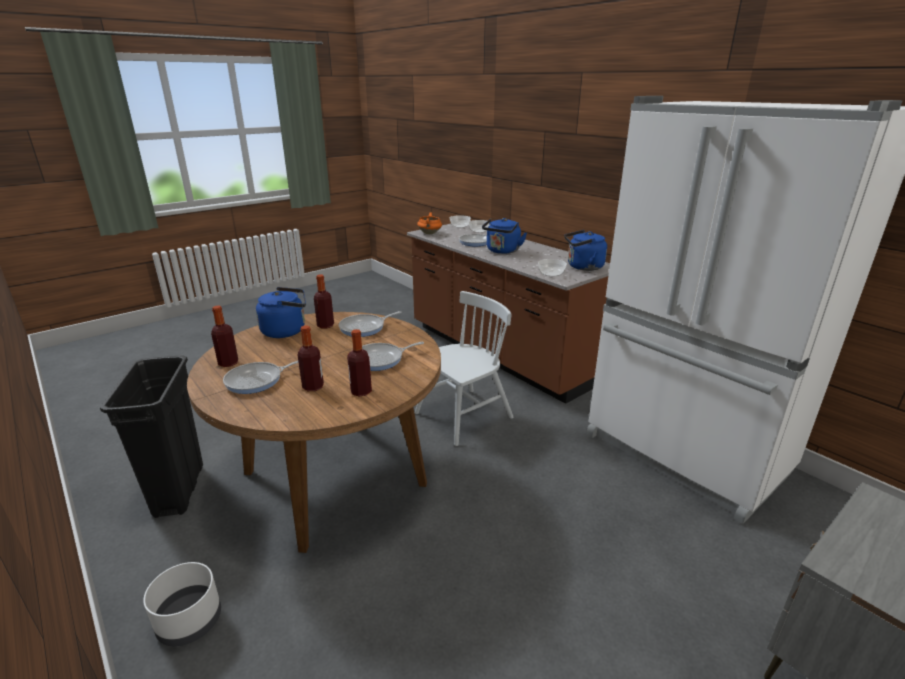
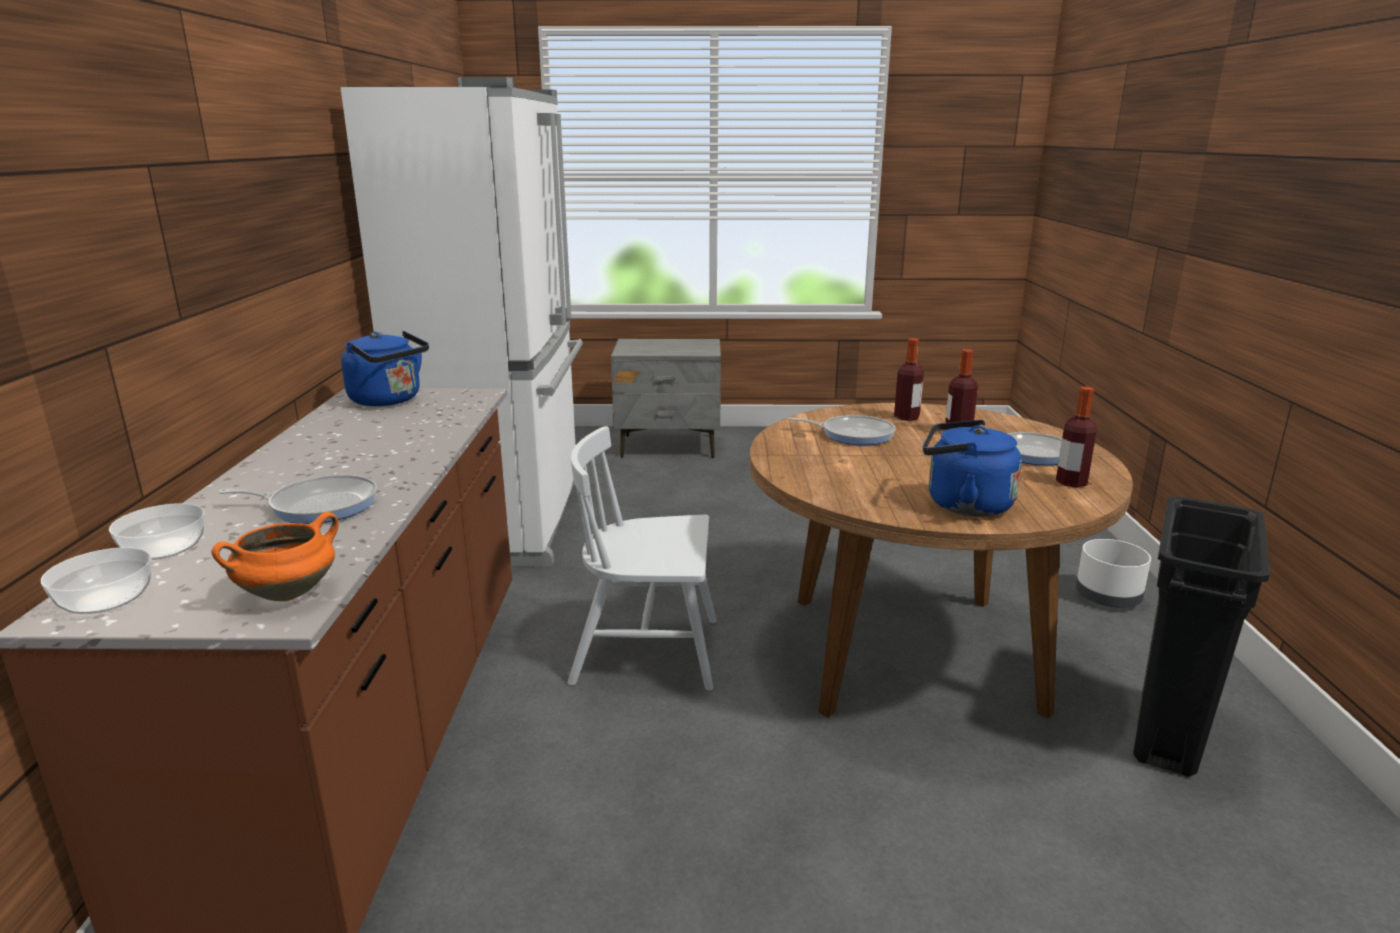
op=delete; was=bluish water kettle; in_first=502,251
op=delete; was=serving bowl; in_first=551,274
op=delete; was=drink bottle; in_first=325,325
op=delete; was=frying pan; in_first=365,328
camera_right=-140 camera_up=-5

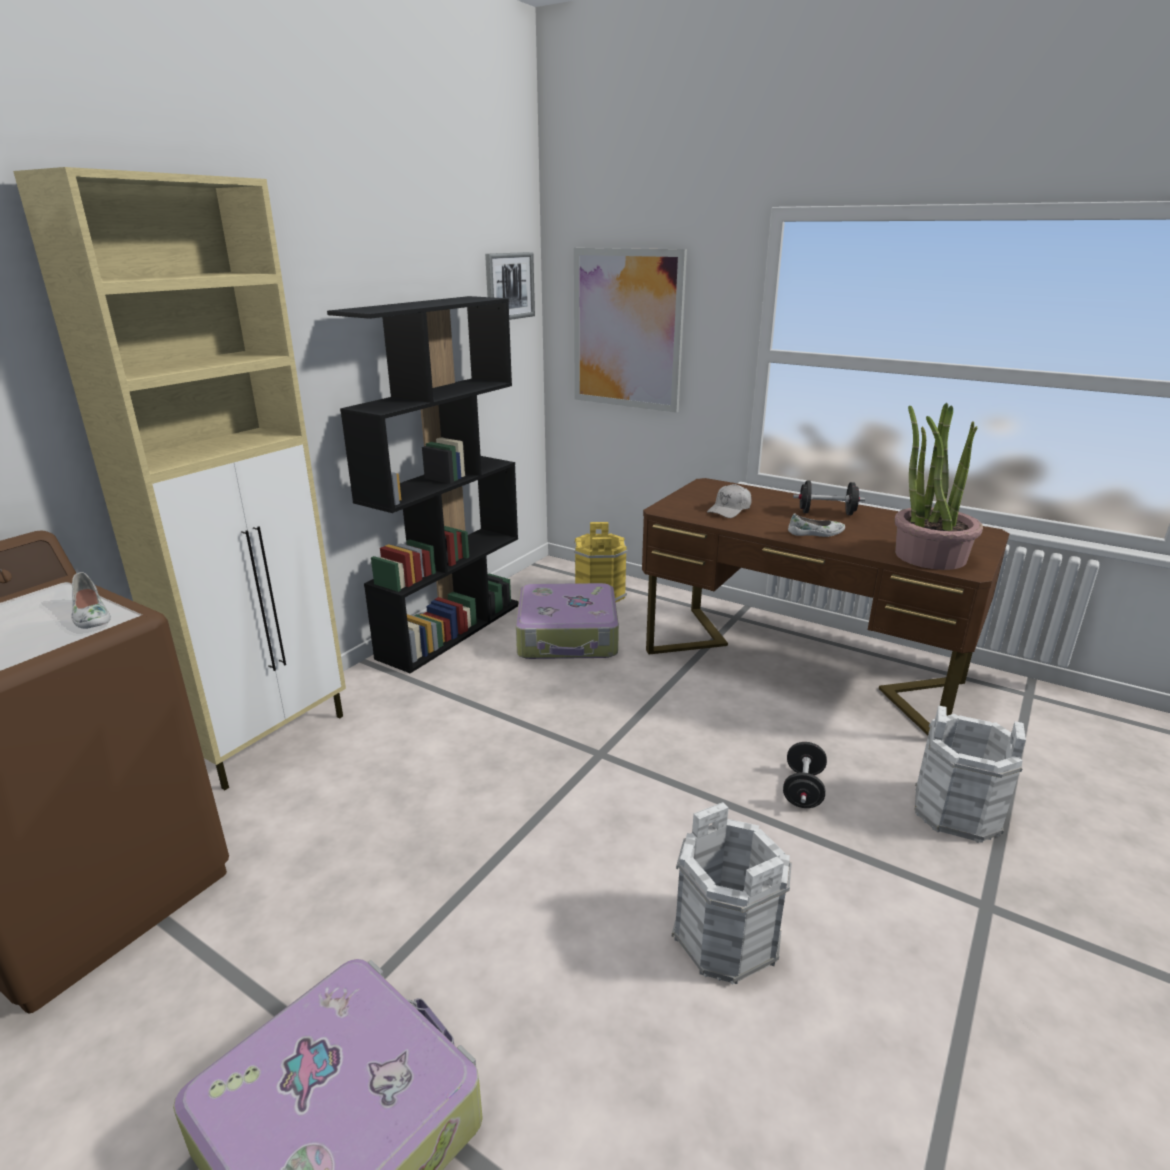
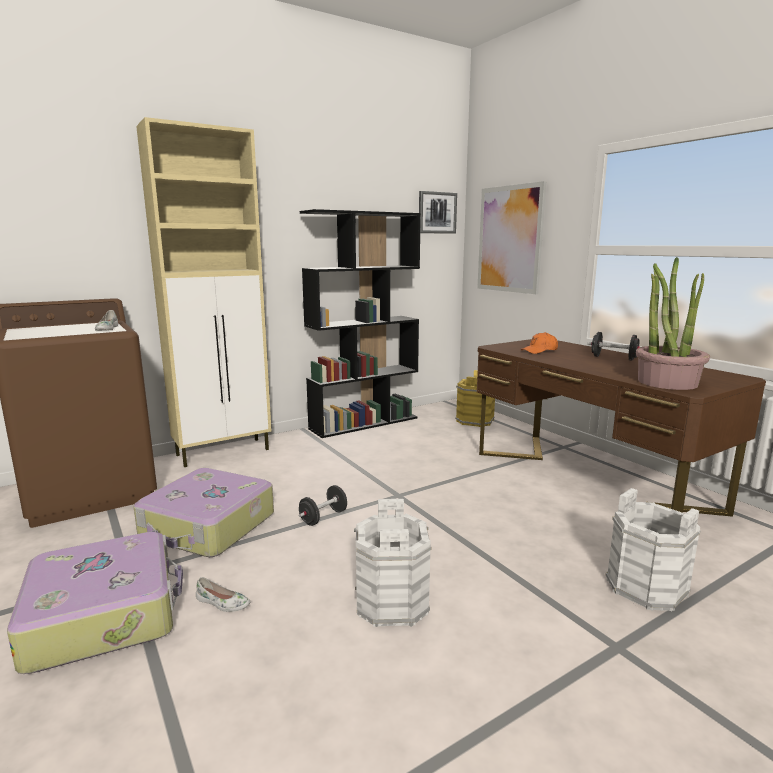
op=recolor; was=white-coloured baseball cap; now=orange baseball cap; in_first=729,510; in_second=539,351
op=move; was=white-coloured item of footwear; in_first=816,533; in_second=222,603
op=move; was=piece of luggage; in_first=568,636; in_second=208,526
op=move; was=black dumbbell; in_first=803,789; in_second=323,517
camera_right=25 camera_up=-10

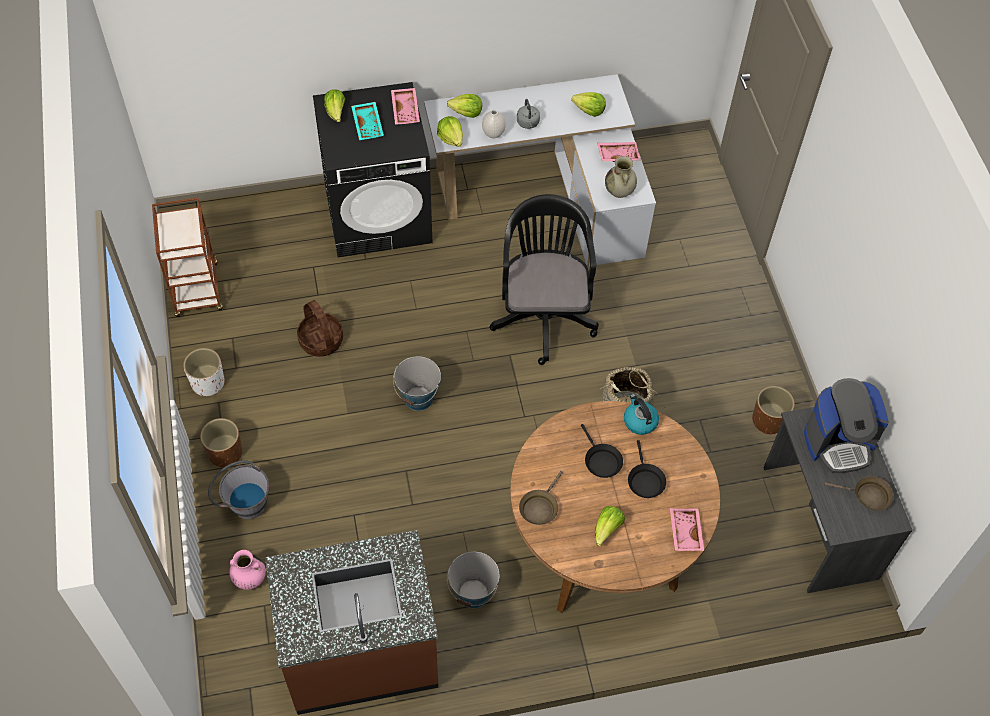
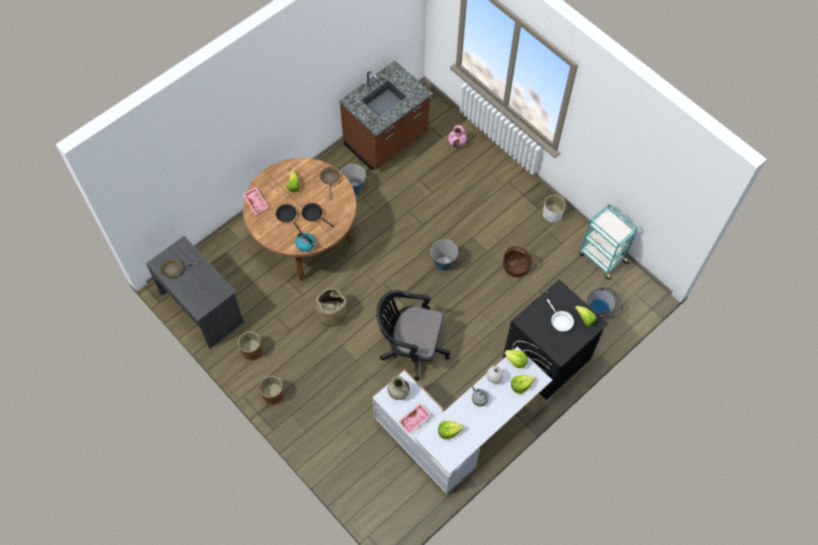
op=delete; was=pink tray; in_first=406,110
op=replace; was=turquoise tray; now=white-coloured frying pan; in_first=368,125; in_second=560,321
op=rotate; was=black desk chair; in_first=543,314; in_second=410,347; clockwise=135
op=recolor; was=brownish wheeled cart; now=turquoise wheeled cart; in_first=197,291; in_second=601,257
op=delete; was=coffee machine; in_first=838,442
op=move; was=brownish plant pot; in_first=225,453; in_second=273,395
op=move; was=grey bucket; in_first=243,502; in_second=602,311
camera_right=150 camera_up=5

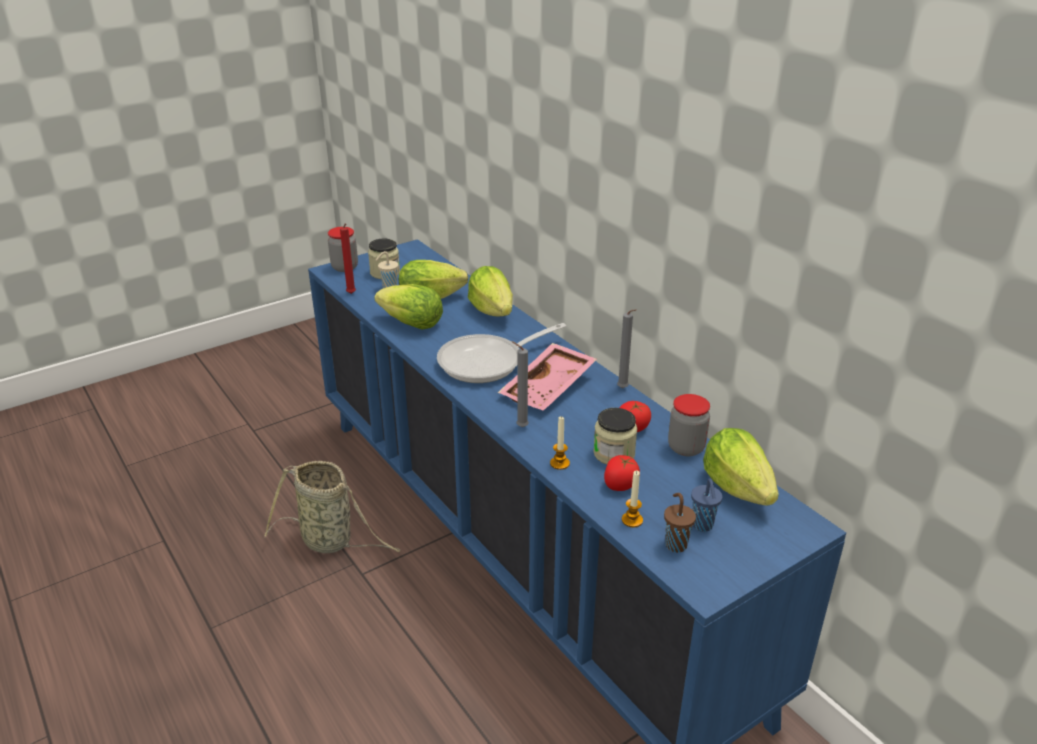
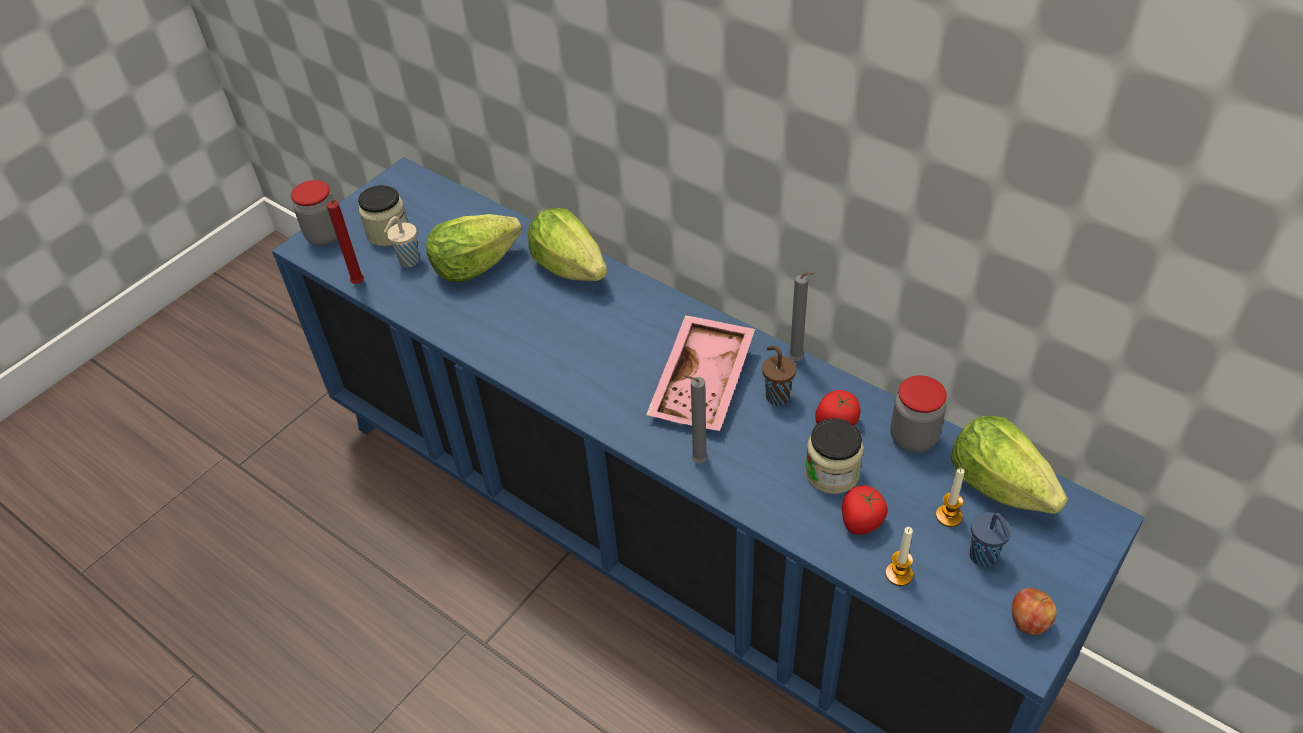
op=delete; was=lettuce; in_first=412,324
op=delete; was=frying pan; in_first=488,362
op=move; was=wax light; in_first=559,463; in_second=948,516
op=delete; was=household basket; in_first=331,541
op=move; was=brownish small cup; in_first=675,544; in_second=776,396
op=insert; now=apple; in_second=1028,622
camera_right=-15 camera_up=15

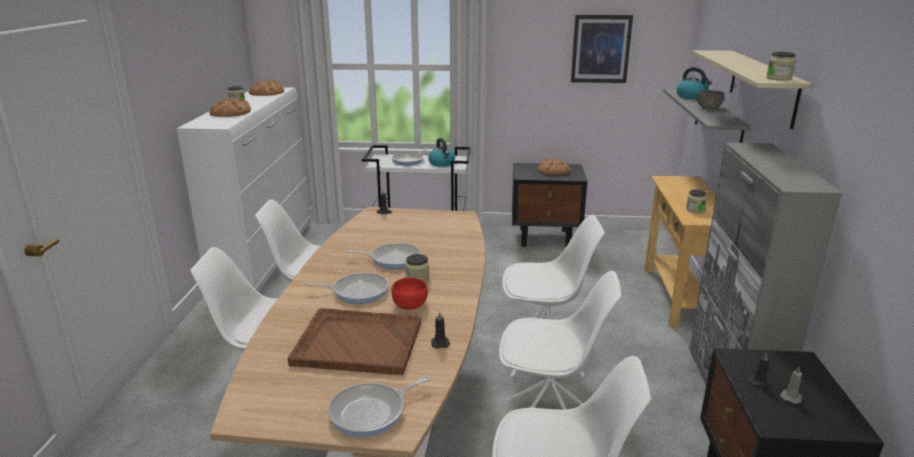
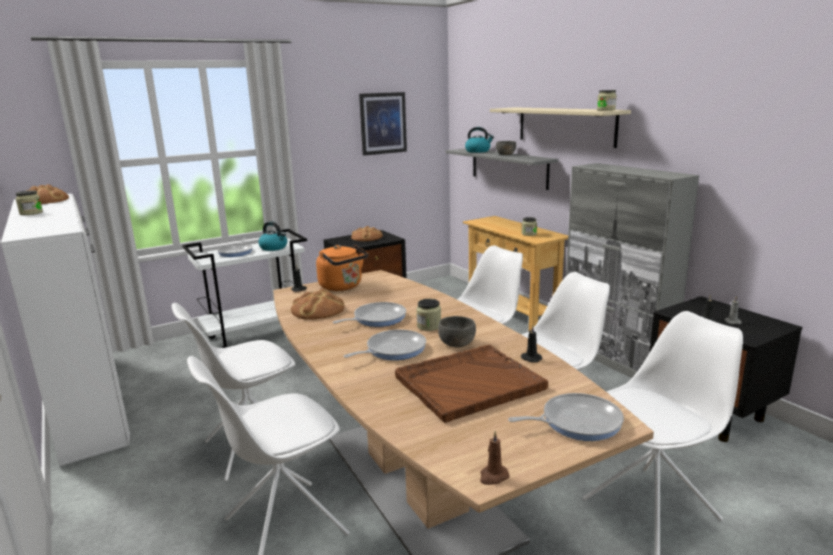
op=move; was=bread; in_first=230,112; in_second=318,309
op=recolor; was=red-coloured serving bowl; now=grey serving bowl; in_first=410,305; in_second=456,343
op=rotate; was=frying pan; in_first=371,412; in_second=576,422; clockwise=-120
op=insert; now=orange water kettle; in_second=343,286
op=insert; now=brownish wax light; in_second=493,476
camera_right=-35 camera_up=-5

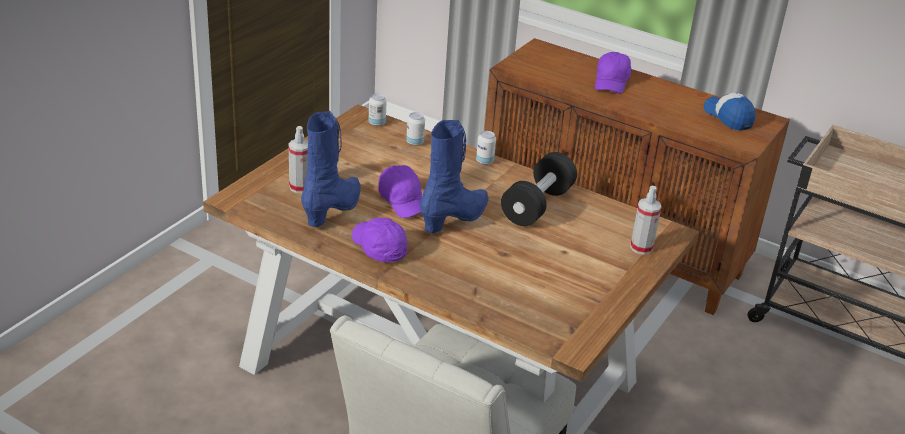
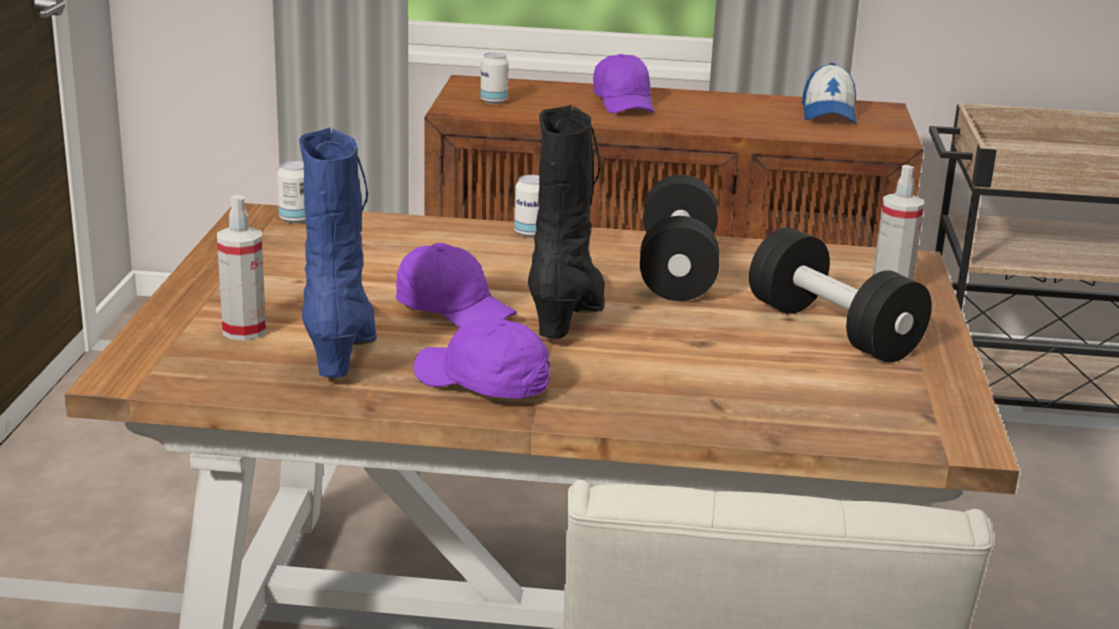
op=rotate; was=baseball cap; in_first=728,117; in_second=828,113; clockwise=-120
op=move; was=can; in_first=415,142; in_second=494,101
op=recolor; was=bluish boot; now=black boot; in_first=455,219; in_second=569,315
op=insert; now=black dumbbell; in_second=833,330
camera_right=-25 camera_up=-10

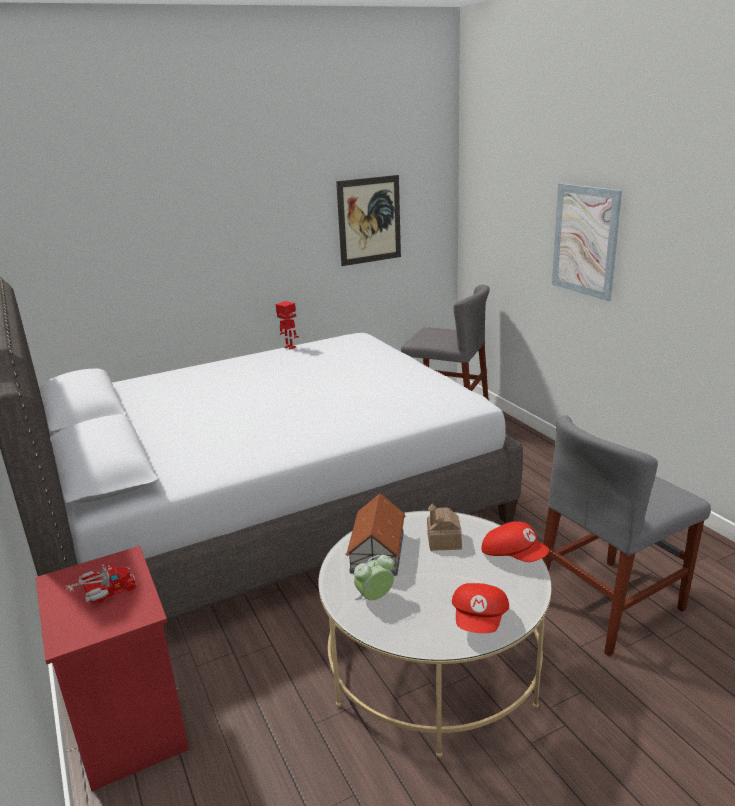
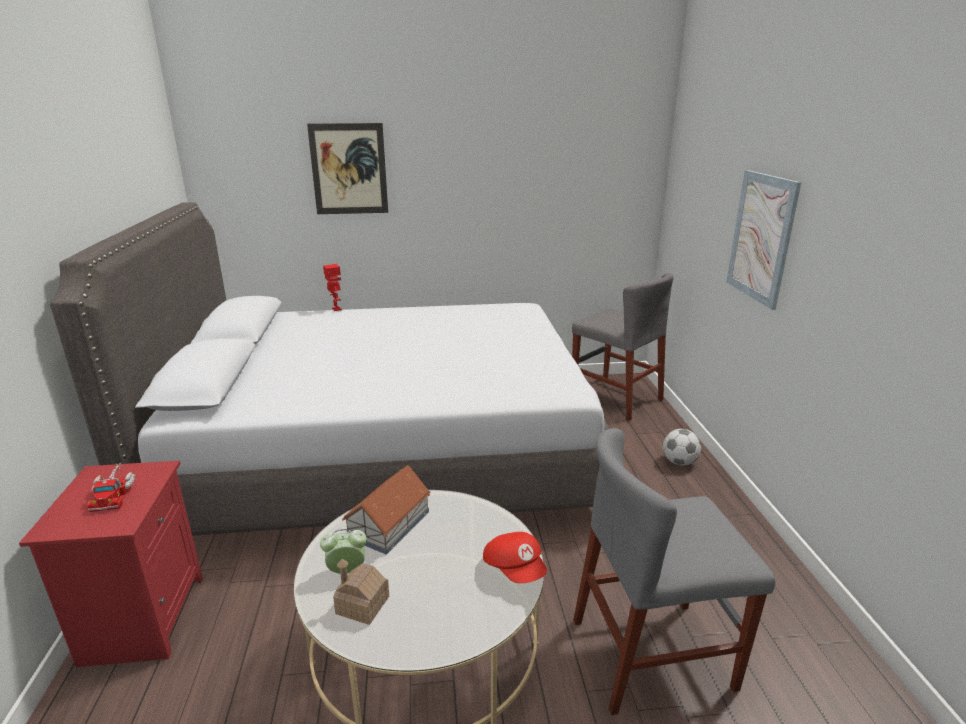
op=move; was=wall picture; in_first=369,220; in_second=349,169
op=move; was=model robot; in_first=289,347; in_second=336,309
op=move; was=model house; in_first=444,540; in_second=362,605
op=rotate; was=toy truck; in_first=103,592; in_second=113,494; clockwise=90
op=delete; was=red-coloured baseball cap; in_first=480,620
op=insert; now=football; in_second=679,462
camera_right=20 camera_up=0

